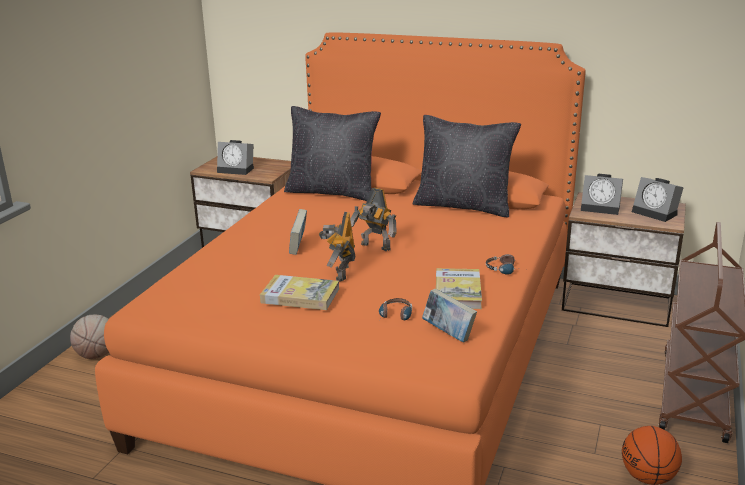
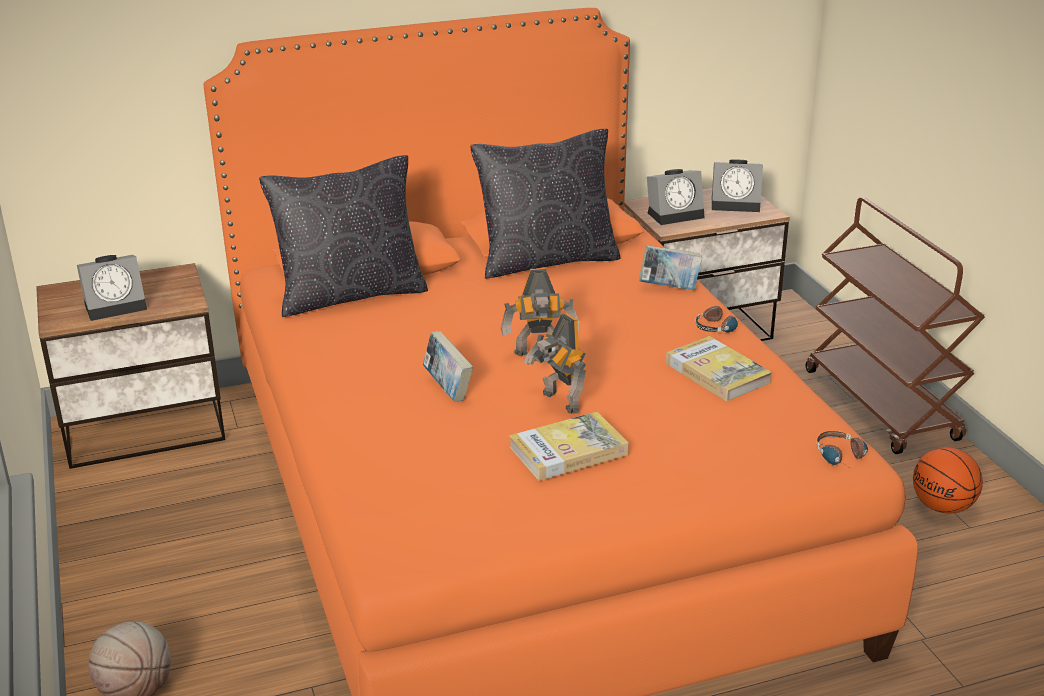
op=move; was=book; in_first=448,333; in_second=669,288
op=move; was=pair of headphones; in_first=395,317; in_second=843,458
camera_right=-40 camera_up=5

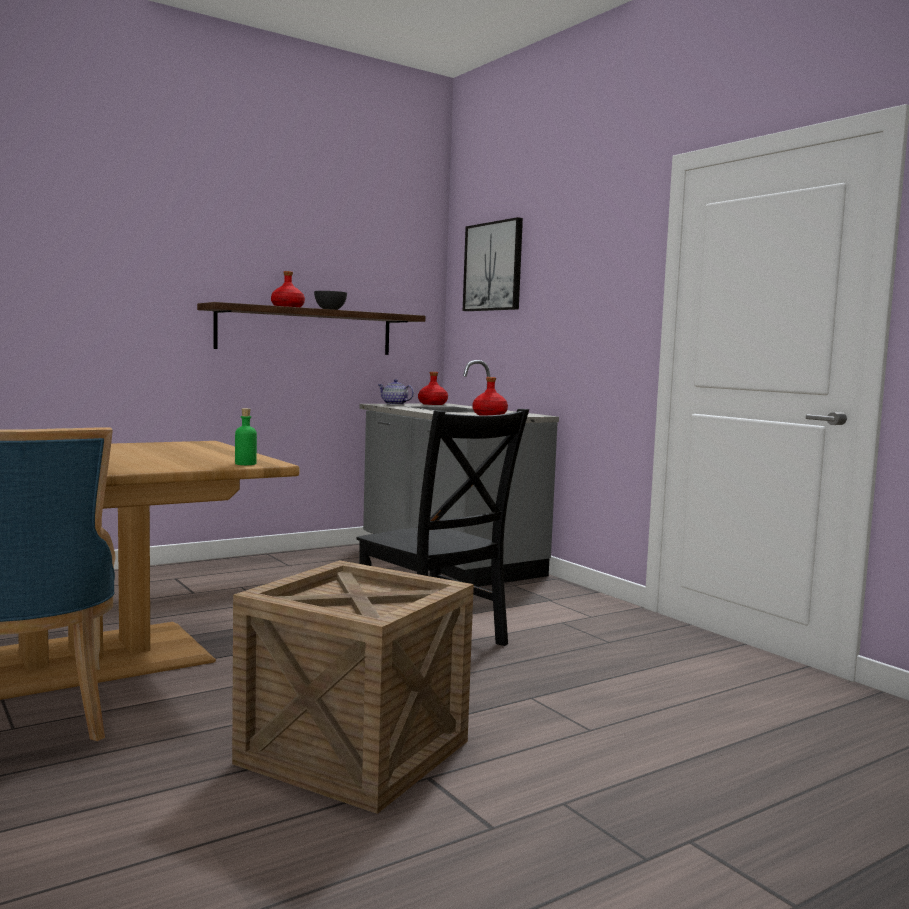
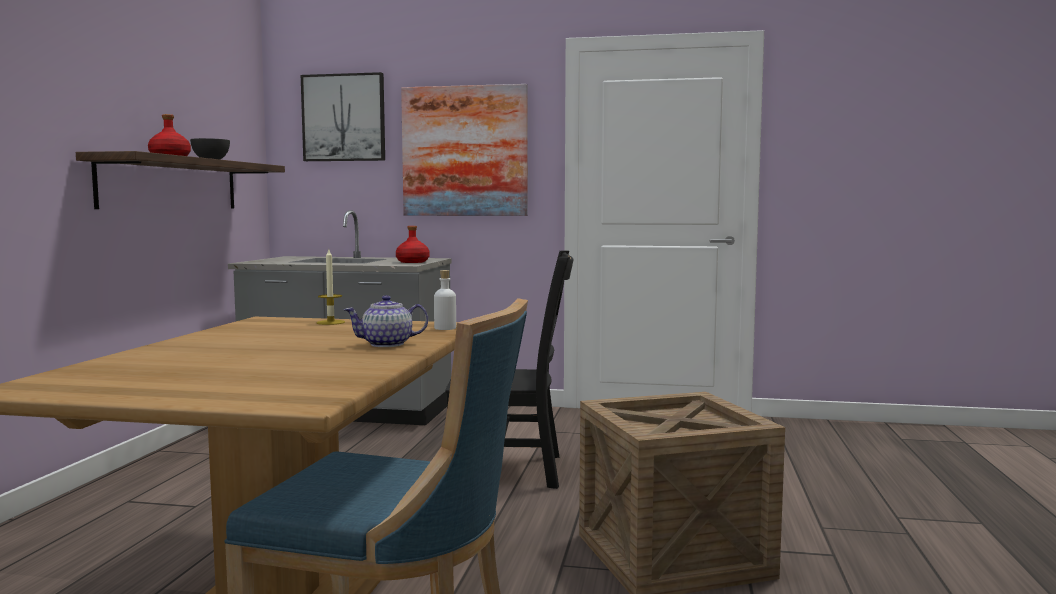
op=delete; was=red-coloured drink bottle; in_first=433,404
op=move; was=tea pot; in_first=395,404; in_second=387,344
op=recolor; was=green-coloured drink bottle; now=white-coloured drink bottle; in_first=245,464; in_second=445,328
op=insert; now=wall picture; in_second=465,151
op=insert; now=wax light; in_second=330,322
camera_right=-45 camera_up=0

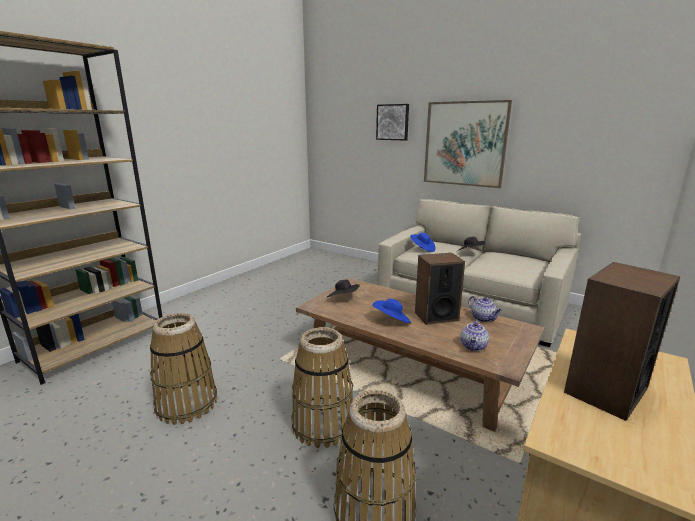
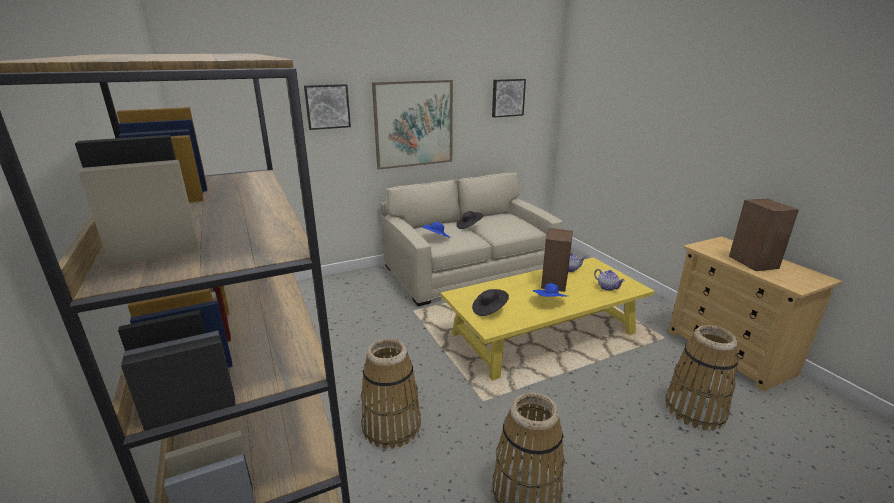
op=recolor; was=brownish low table; now=yellow low table; in_first=412,365; in_second=543,333
op=move; was=household basket; in_first=323,424; in_second=391,425
op=insert; now=wall picture; in_second=507,97
camera_right=-60 camera_up=5

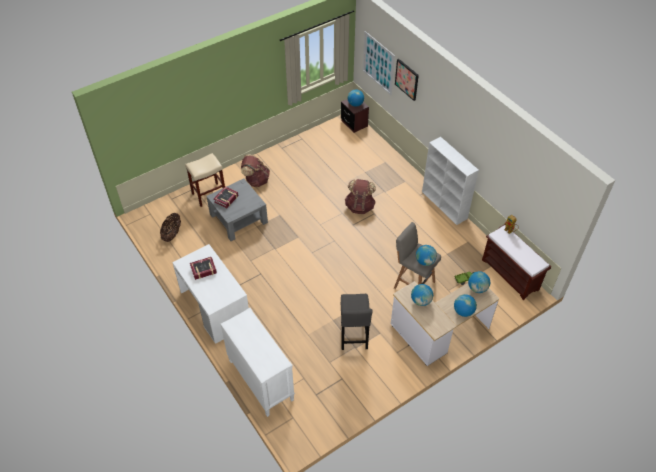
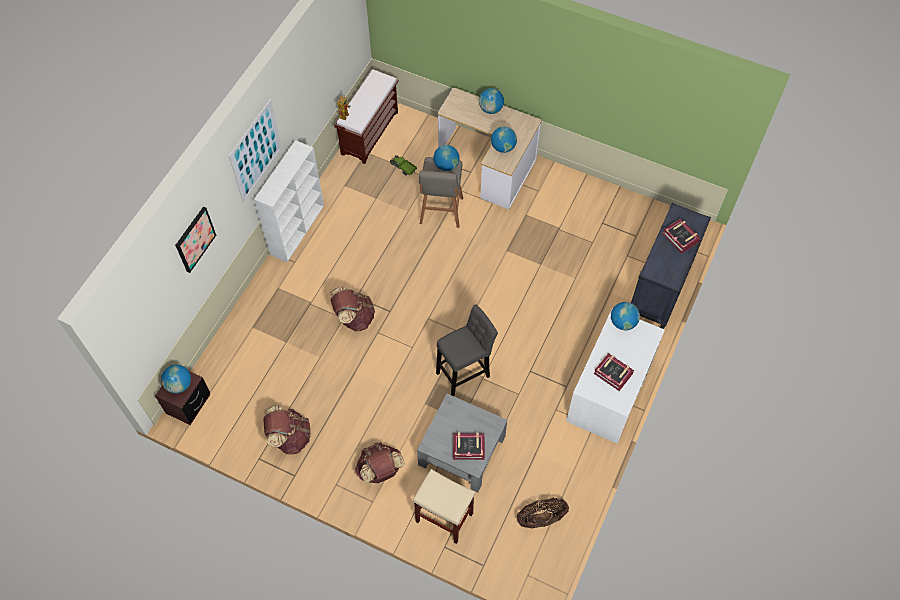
op=move; was=wall picture; in_first=378,63; in_second=256,151
op=move; was=world globe; in_first=477,288; in_second=623,322
op=move; was=grey stool; in_first=353,337; in_second=465,373
op=recolor; was=white-coloured chest of drawers; now=black chest of drawers; in_first=260,380; in_second=659,292
op=insert; now=book; in_second=680,238
op=insert; now=brownish rucksack; in_second=290,437
camera_right=-120 camera_up=10

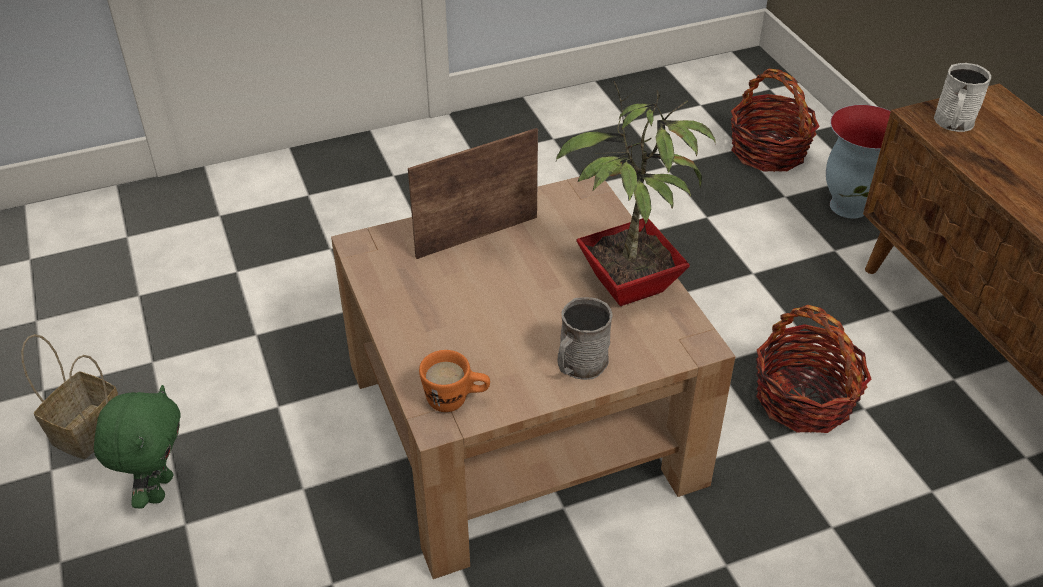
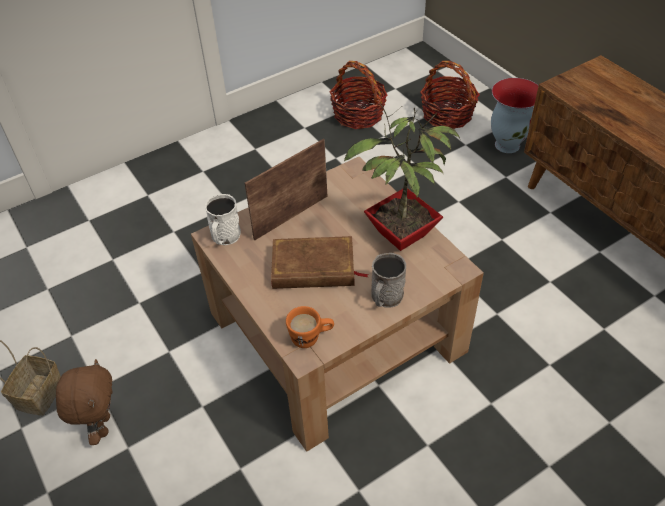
op=move; was=white-coloured coffee mug; in_first=953,123; in_second=224,237
op=move; was=household basket; in_first=804,399; in_second=358,115
op=recolor; was=green-coloured plush toy; now=brownish plush toy; in_first=158,488; in_second=102,426
op=insert; now=brownish book; in_second=313,268
camera_right=-10 camera_up=5

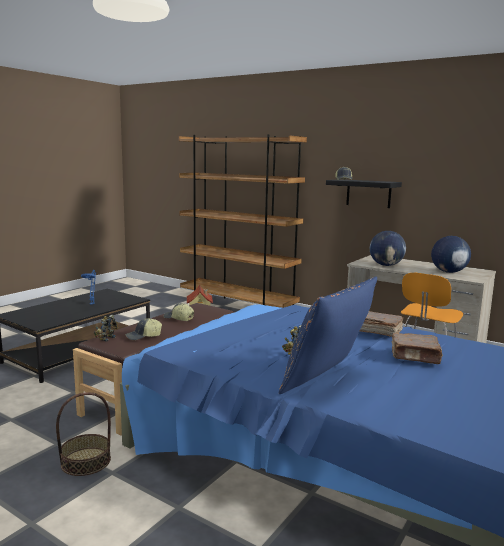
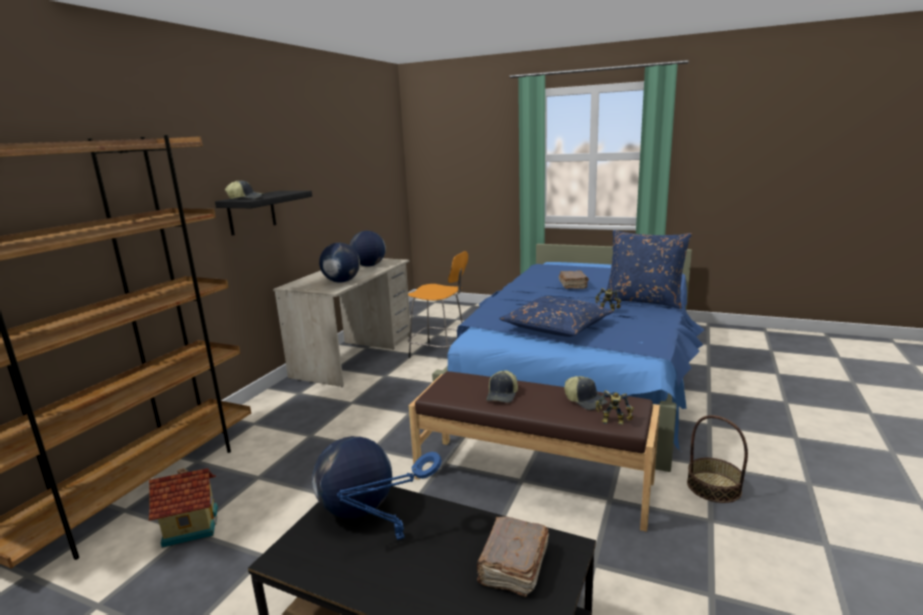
op=move; was=brownish book; in_first=378,331; in_second=512,566
op=insert; now=bluish throw pillow; in_second=556,327
op=insert; now=world globe; in_second=356,509
camera_right=-100 camera_up=5

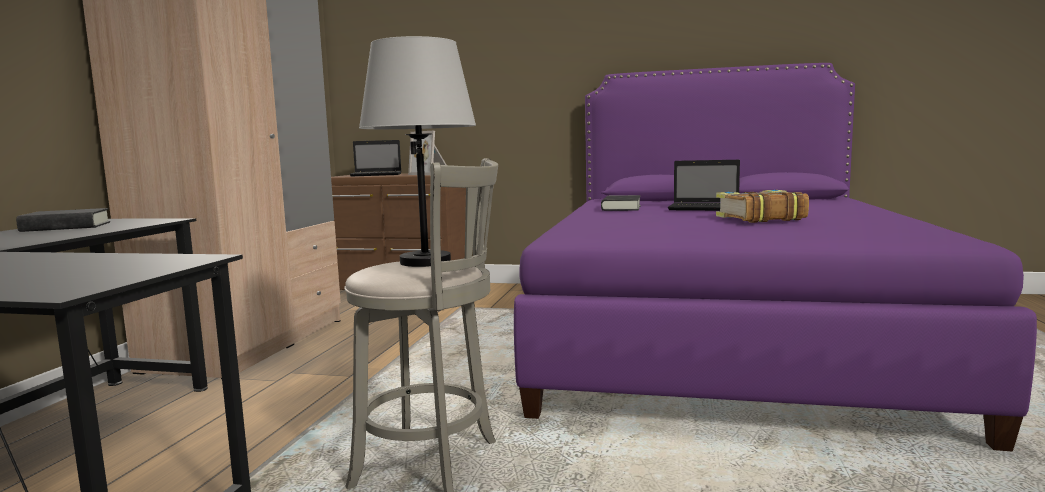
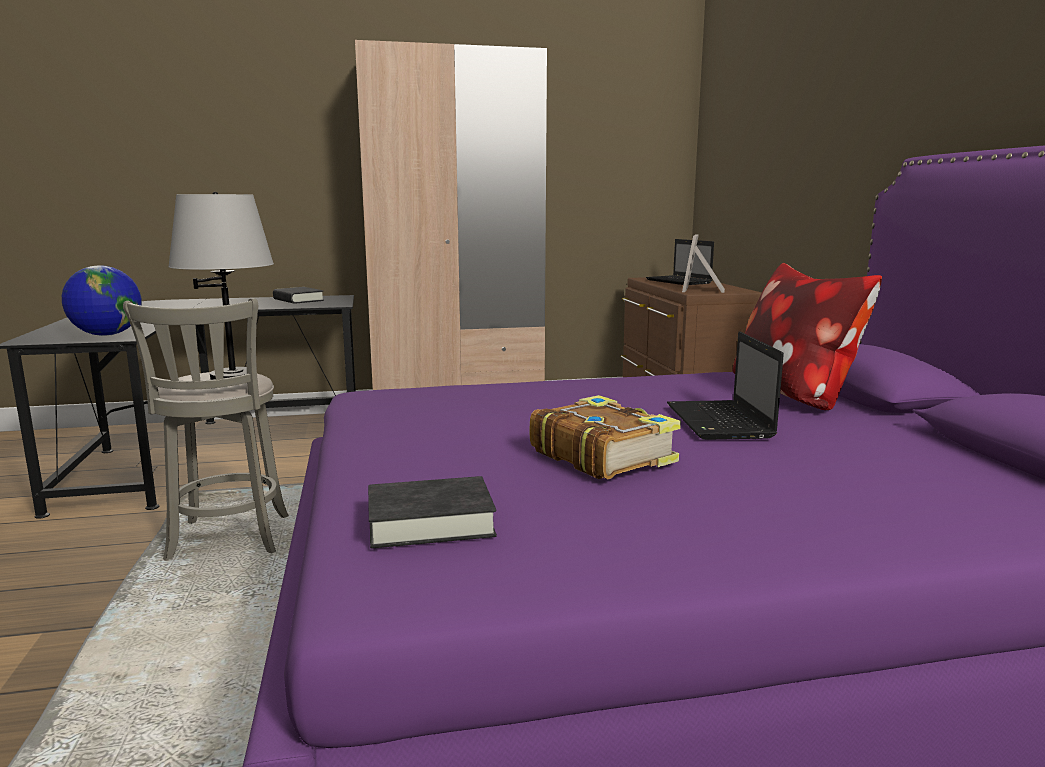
op=move; was=black book; in_first=621,208; in_second=430,522
op=insert; now=throw pillow; in_second=793,395
op=insert; now=world globe; in_second=106,335
camera_right=65 camera_up=5

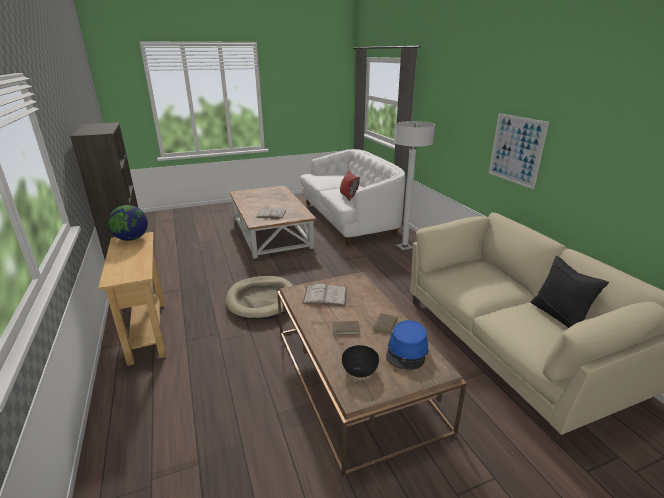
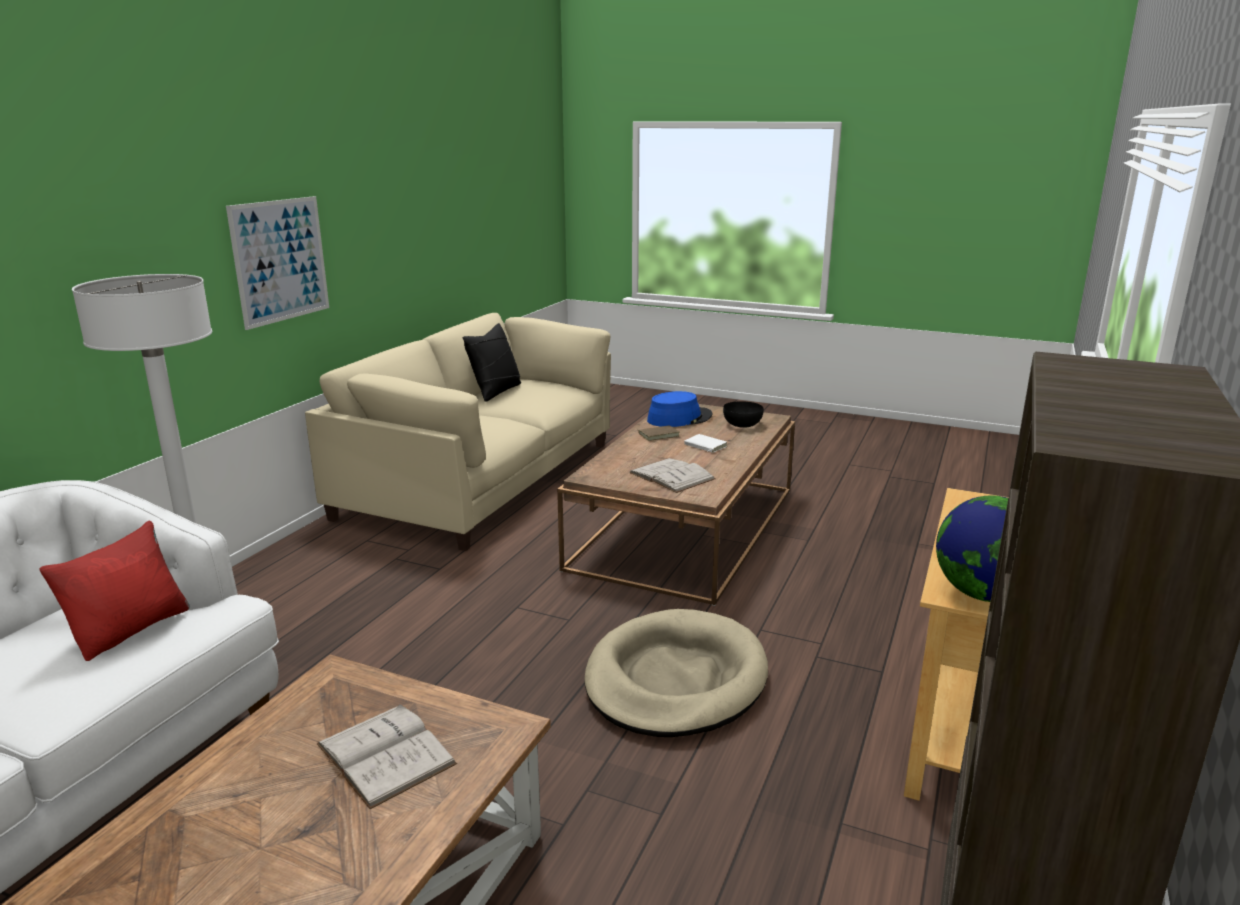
op=recolor; was=brownish book; now=white-coloured book; in_first=345,328; in_second=704,446
camera_right=-135 camera_up=-5

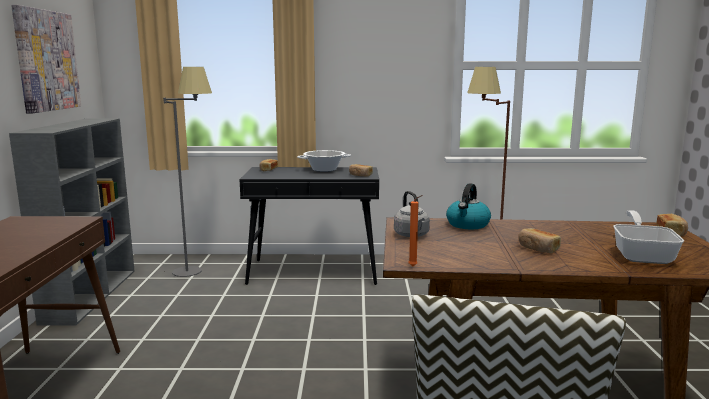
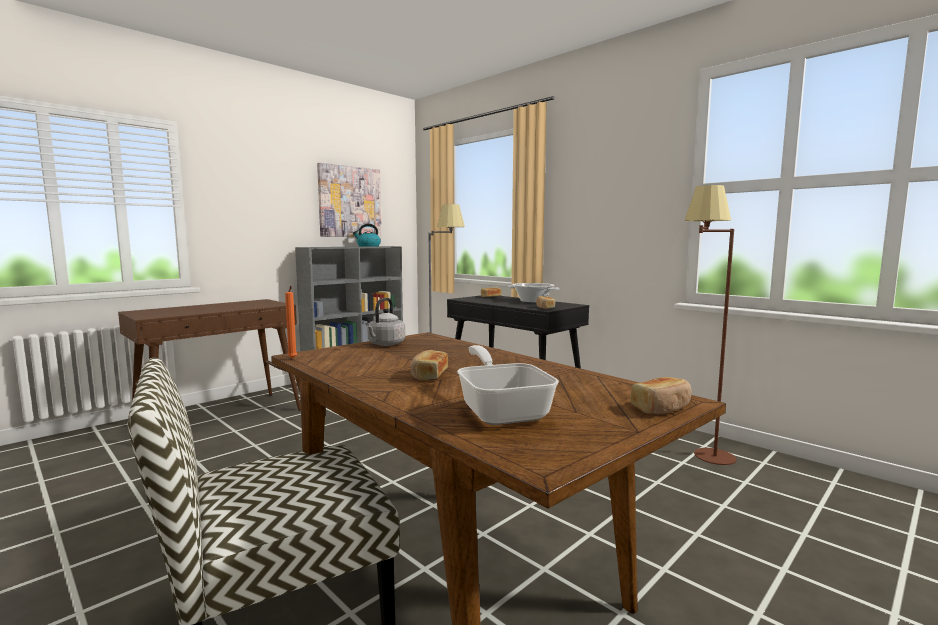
op=move; was=water kettle; in_first=468,225; in_second=368,246
op=rotate; was=frying pan; in_first=642,255; in_second=502,410; clockwise=-75
camera_right=45 camera_up=-5

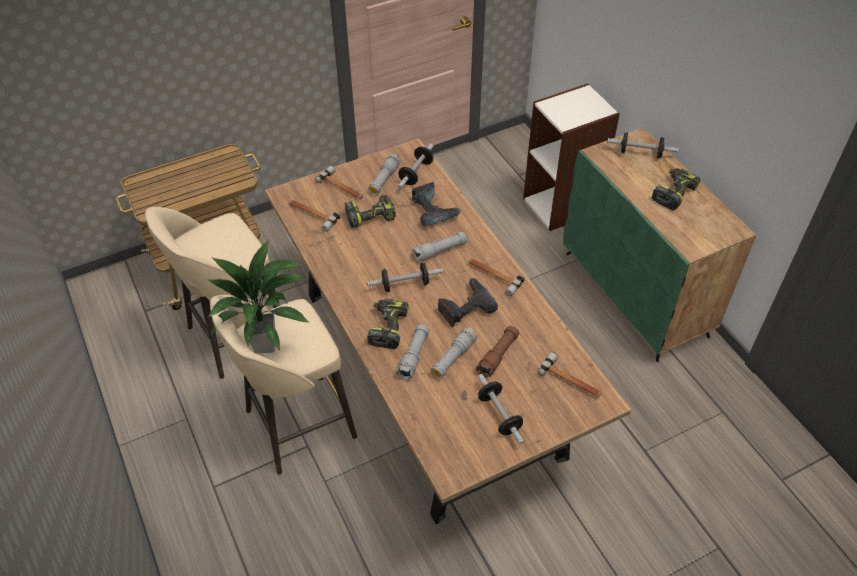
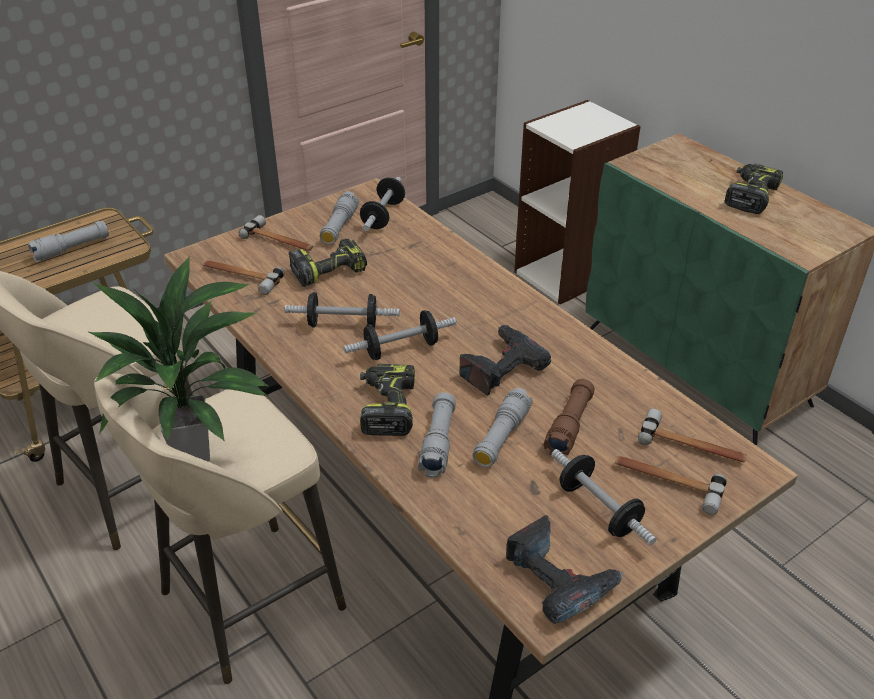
op=move; was=dumbbell; in_first=640,153; in_second=343,324
op=move; was=power drill; in_first=434,210; in_second=559,578
op=move; was=grey flashlight; in_first=440,251; in_second=72,249
op=move; was=tool hammer; in_first=493,276; in_second=666,483
camera_right=-10 camera_up=-10

